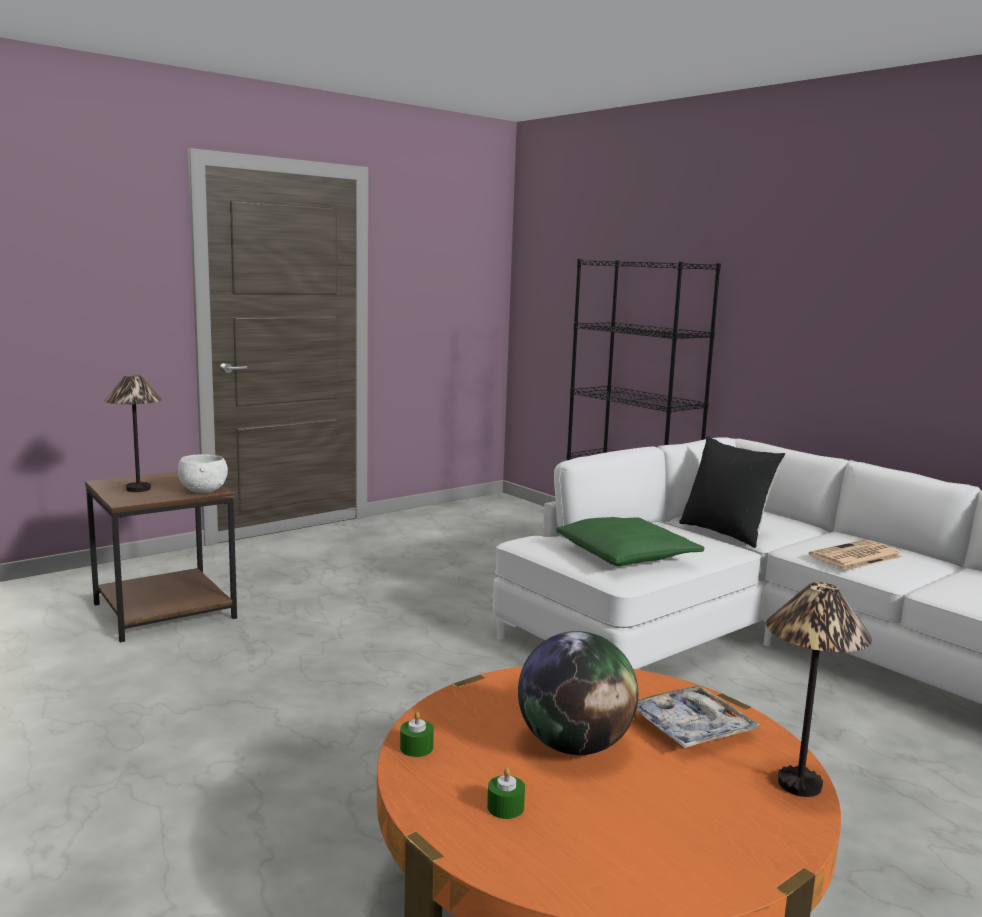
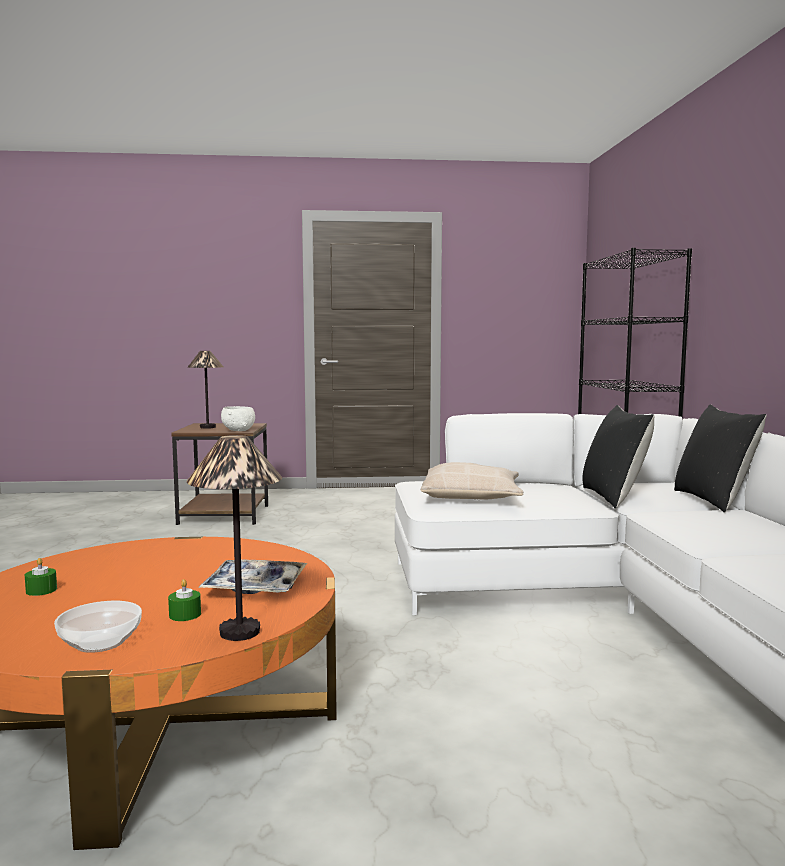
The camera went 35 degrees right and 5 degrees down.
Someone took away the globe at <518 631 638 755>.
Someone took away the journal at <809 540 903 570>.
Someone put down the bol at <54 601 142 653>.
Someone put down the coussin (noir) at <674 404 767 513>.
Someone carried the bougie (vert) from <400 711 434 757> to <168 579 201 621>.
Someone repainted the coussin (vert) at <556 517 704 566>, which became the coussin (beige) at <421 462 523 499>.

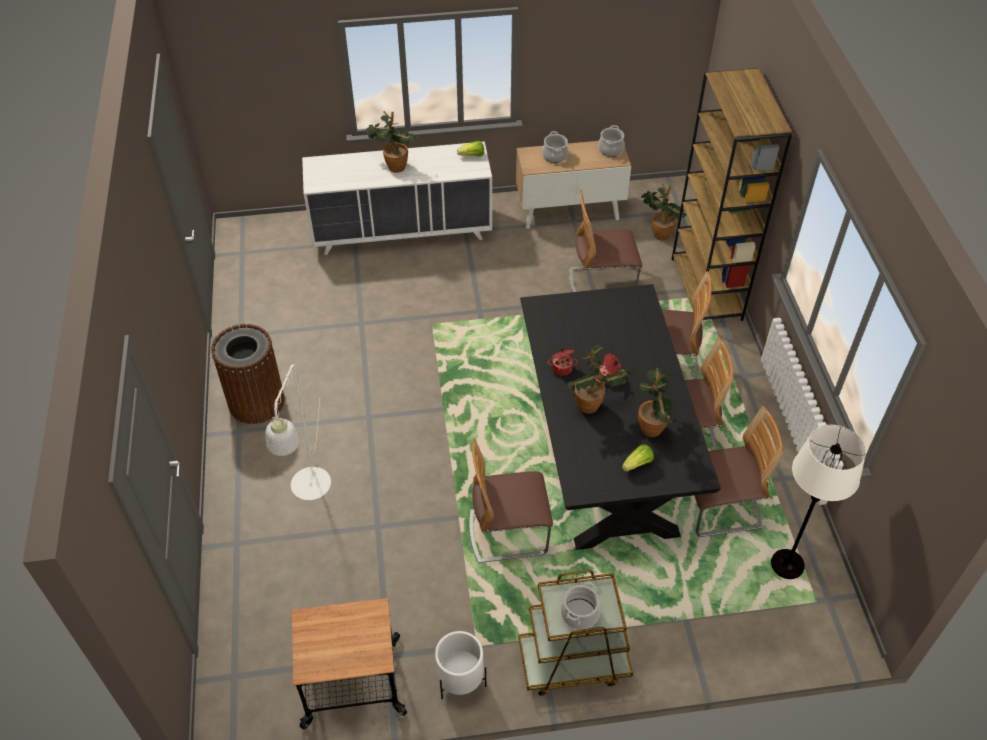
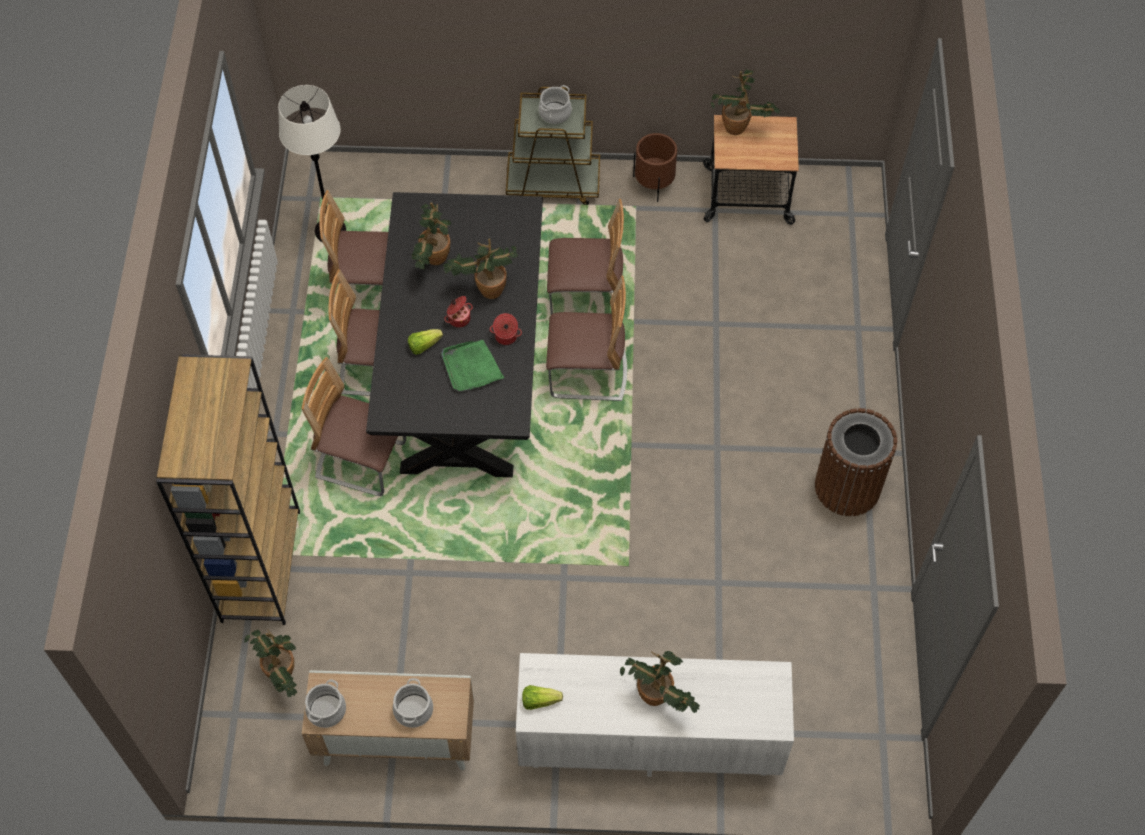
The camera went 170 degrees left and 10 degrees up.
Someone took away the lampadaire (blanc) at <265 364 331 500>.
Someone put down the plateau (vert) at <441 340 504 391>.
Someone put down the plante en pot at <711 69 780 135>.
Someone carried the chaise from <570 190 642 292> to <546 276 627 401>.
Someone carried the laitue from <622 444 654 471> to <408 329 443 355>.
Someone repainted the cache-pot (blanc) at <435 631 486 699>, which became the cache-pot (marron) at <633 133 677 202>.

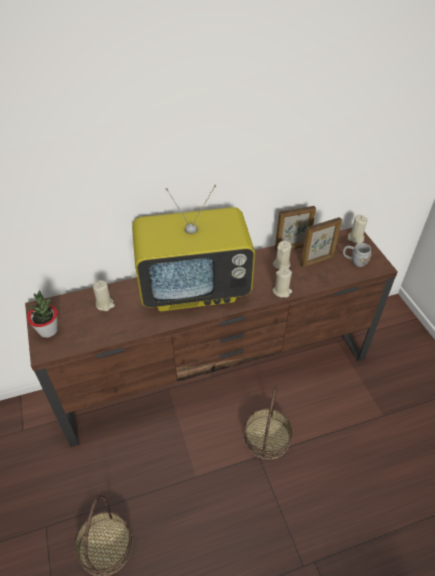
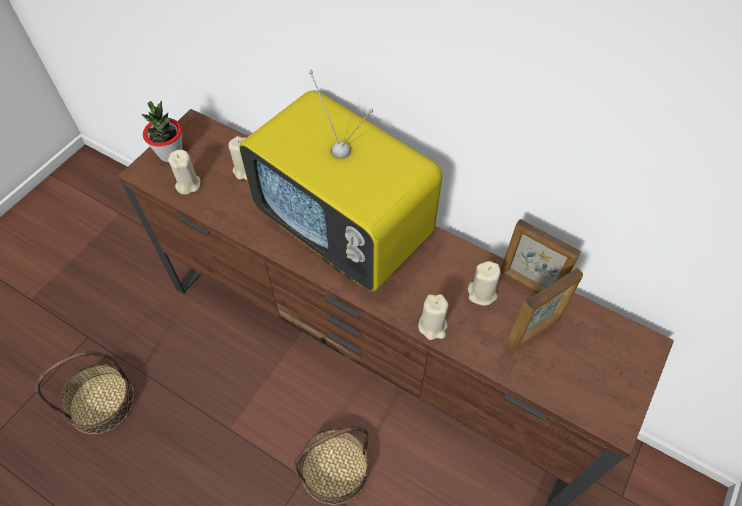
The camera went 50 degrees right and 10 degrees up.
Someone took away the mug (gris) at <343 243 371 267>.
Someone carried the bougie (beige) from <348 215 368 243> to <168 150 201 195>.
Someone rotated the cadre photo at <300 217 342 268> by 60 degrees counterclockwise.

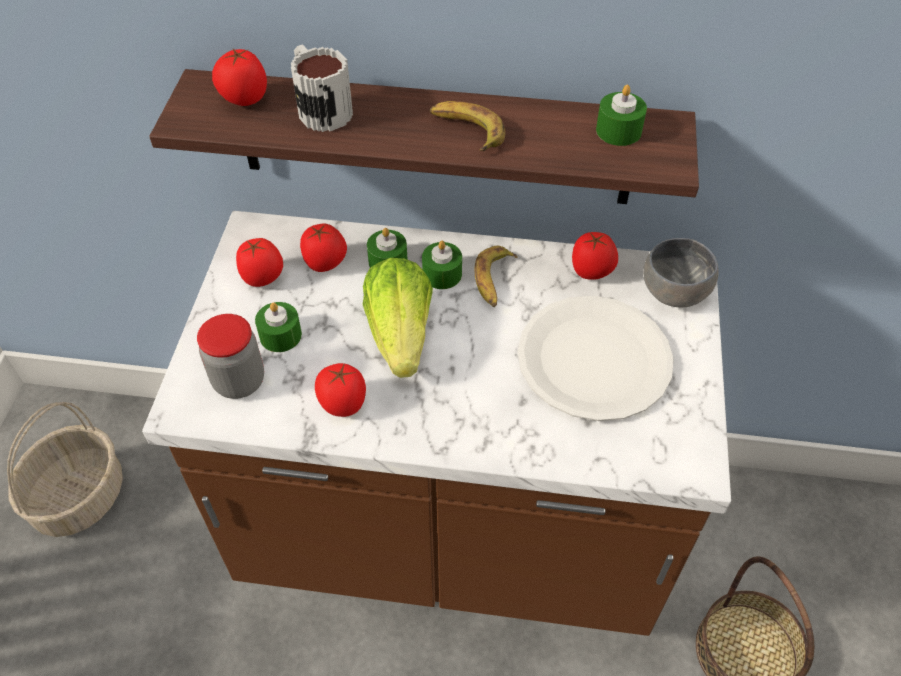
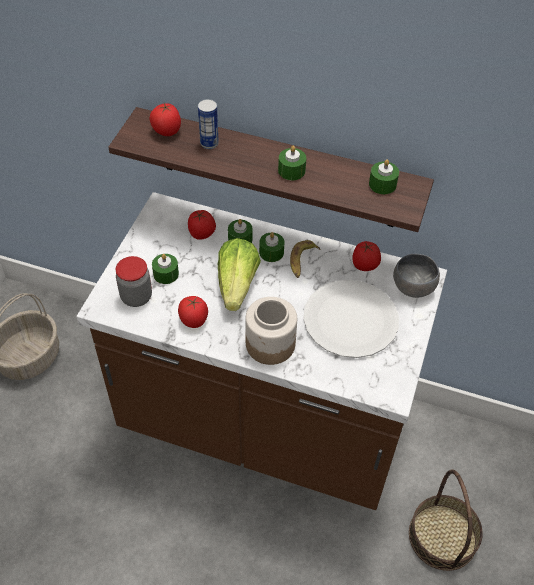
The camera went 10 degrees right and 0 degrees up.
Someone took away the tomate at <236 238 283 287>.
Someone put down the bocal at <245 297 297 365>.
Someone swapped the mug at <291 44 353 132> for the boîte métallique at <198 99 219 149>.
Someone swapped the banane at <430 101 506 151> for the bougie (vert) at <278 146 306 180>.

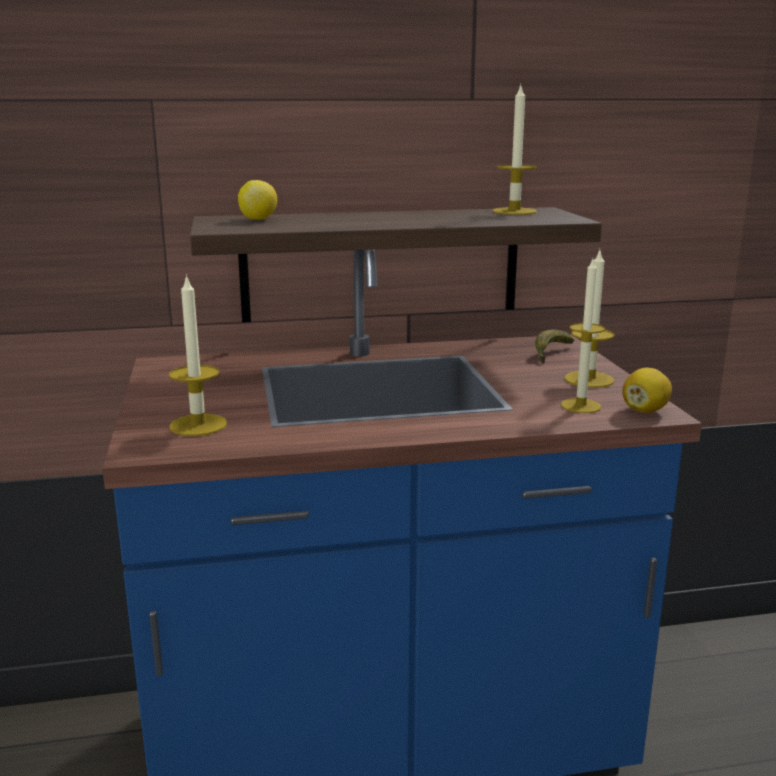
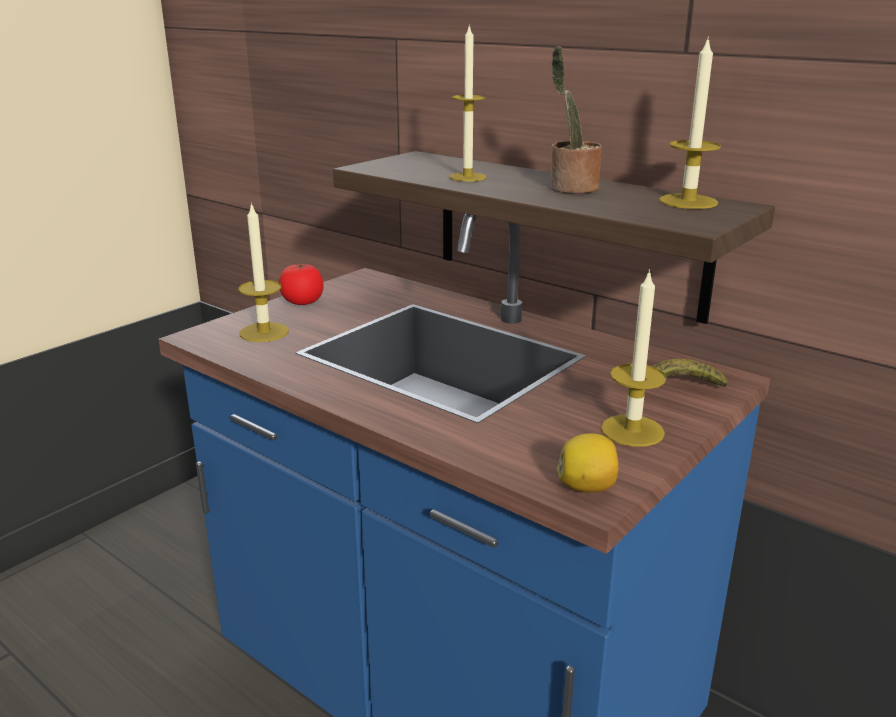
The camera went 50 degrees right and 5 degrees up.
Someone took away the citron at <238 180 277 220>.
Someone put down the tomate at <279 264 324 305>.
Someone put down the plante en pot at <550 46 602 194>.
Someone carried the bougie from <561 259 605 413> to <449 24 487 181>.

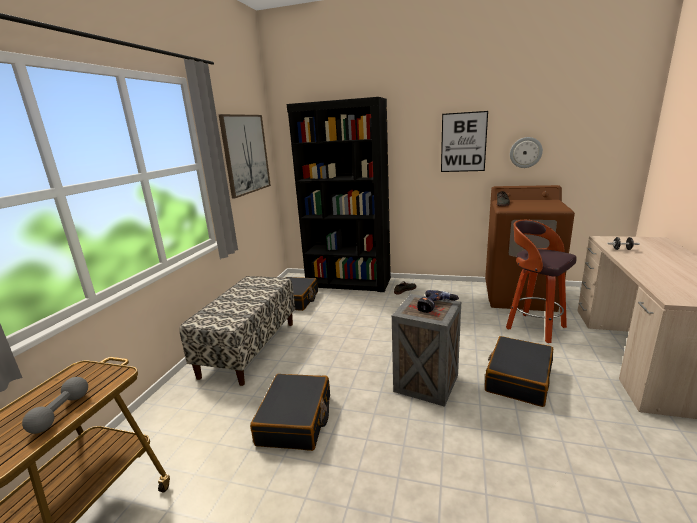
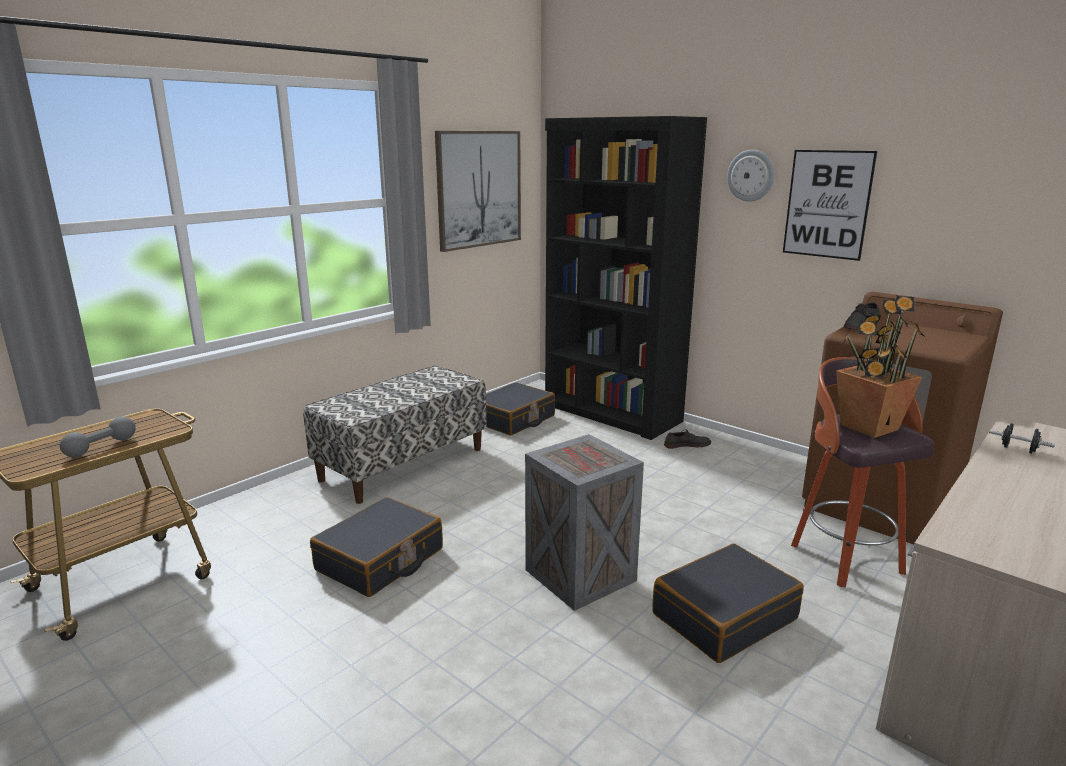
The camera went 25 degrees right and 0 degrees up.
Someone took away the perceuse at <417 290 459 313>.
Someone put down the plante en pot at <836 295 924 438>.
Someone carried the horloge murale from <510 137 543 168> to <727 150 775 202>.

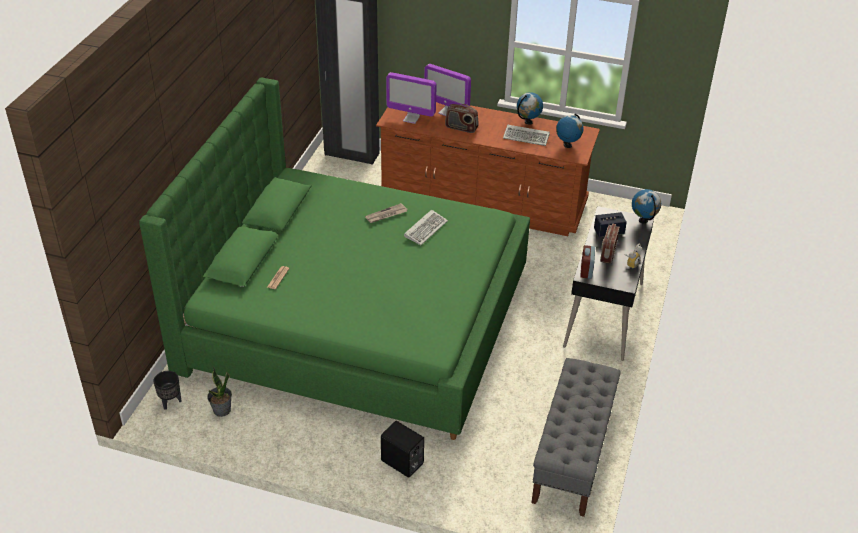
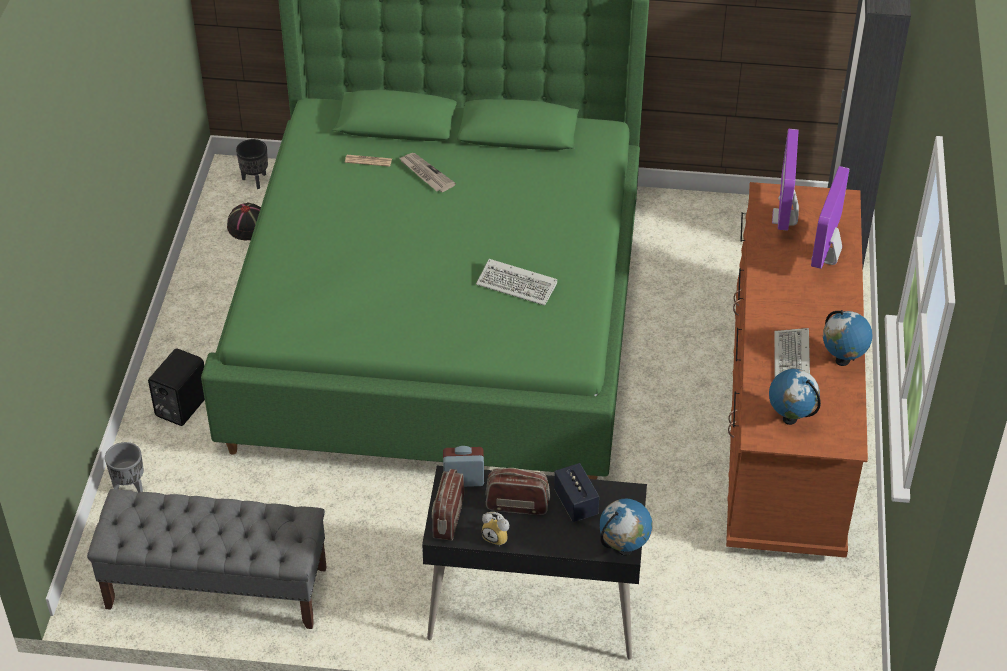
The camera went 80 degrees right and 5 degrees up.
Someone put down the cache-pot (gris) at <105 442 144 493>.
Someone carried the journal from <365 203 408 223> to <399 153 456 192>.
Someone carried the radio from <445 104 478 133> to <432 469 464 541>.
Someone swapped the plante en pot at <207 368 232 417> for the chapeau (noir) at <227 203 261 240>.

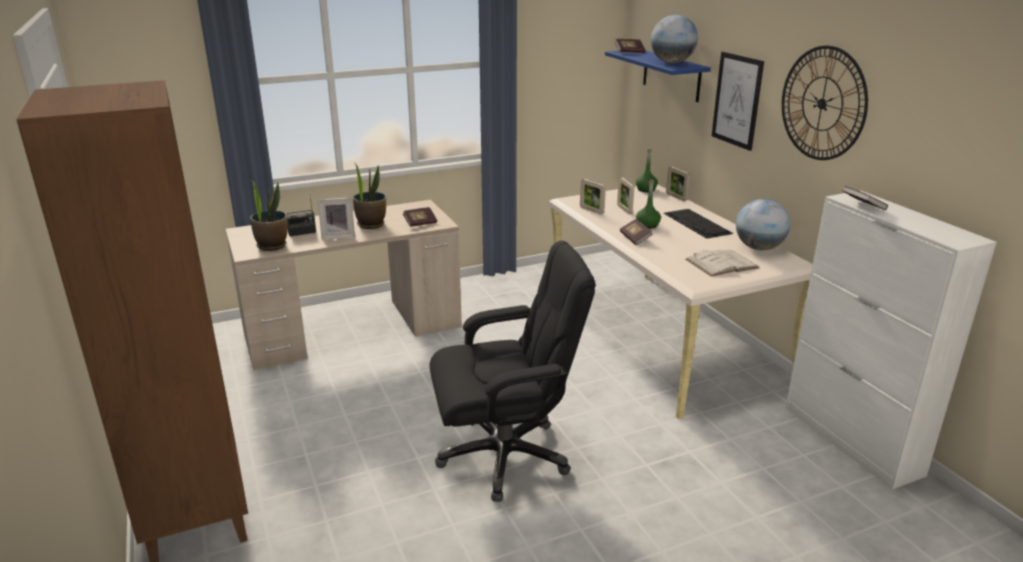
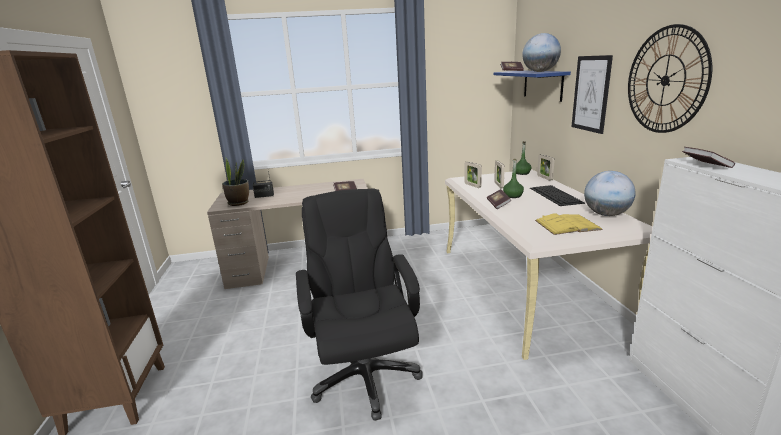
The camera went 15 degrees right and 5 degrees down.
Someone took away the cadre photo at <318 197 355 240>.
Someone took away the plante en pot at <353 165 386 229>.
Someone repainted the livre (blanc) at <686 250 760 277>, which became the livre (jaune) at <535 213 603 235>.
Someone rotated the chaise de bureau (noir) at <429 241 596 502> by 105 degrees counterclockwise.

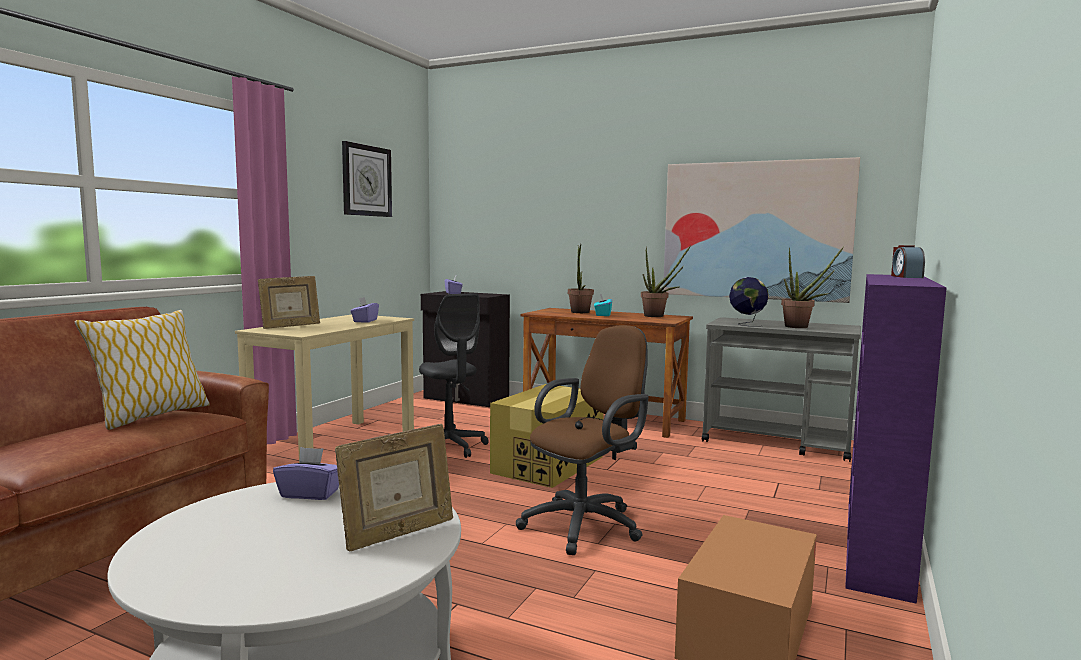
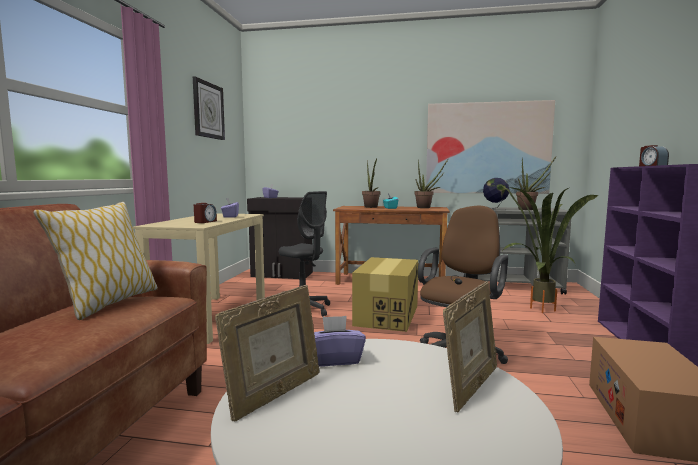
The camera went 15 degrees left and 0 degrees up.
Someone put down the réveil at <194 203 217 223>.
Someone put down the plante en pot at <499 183 598 313>.
Someone carried the cadre photo from <258 276 320 329> to <215 285 320 422>.

